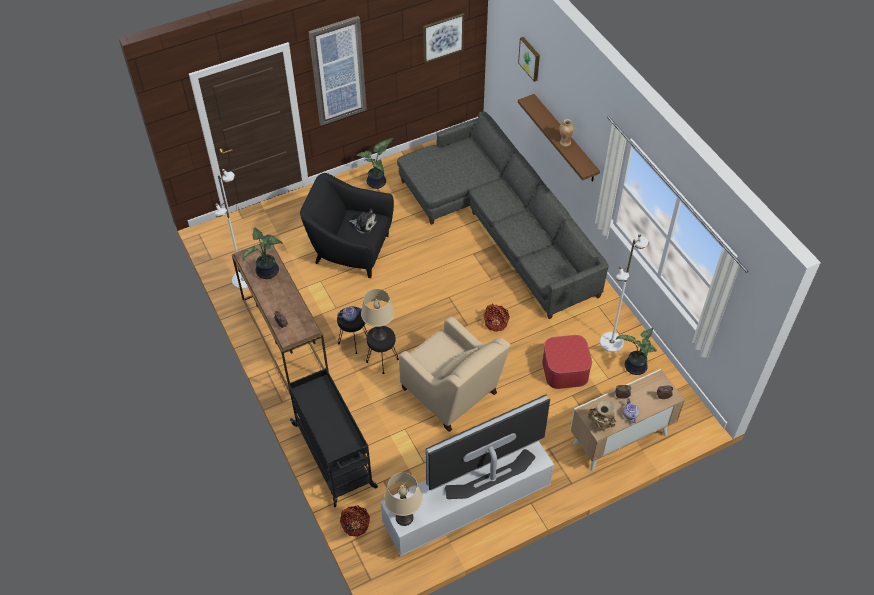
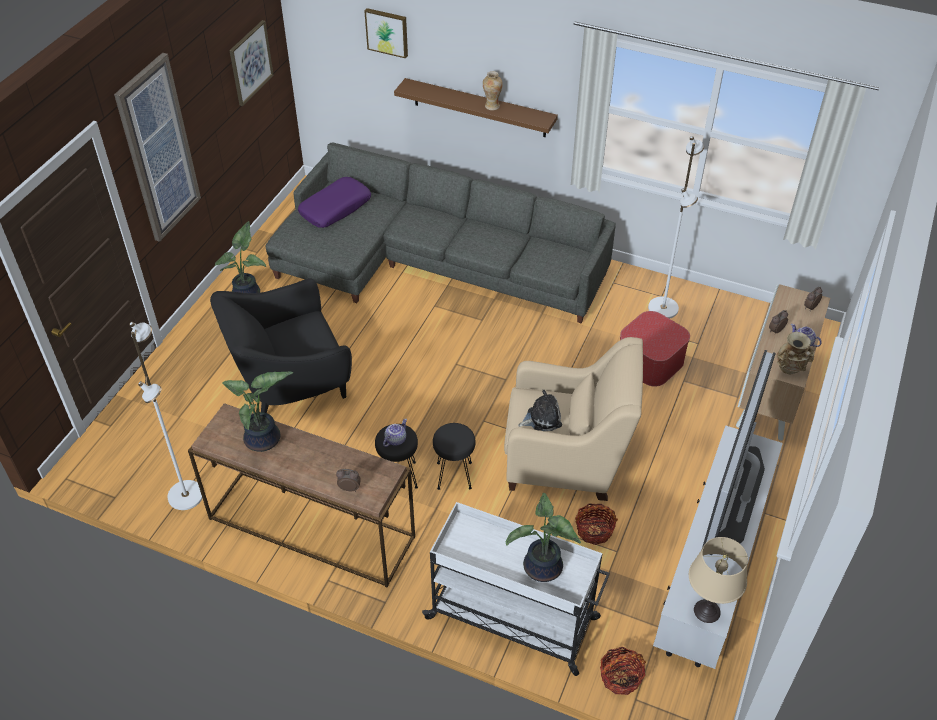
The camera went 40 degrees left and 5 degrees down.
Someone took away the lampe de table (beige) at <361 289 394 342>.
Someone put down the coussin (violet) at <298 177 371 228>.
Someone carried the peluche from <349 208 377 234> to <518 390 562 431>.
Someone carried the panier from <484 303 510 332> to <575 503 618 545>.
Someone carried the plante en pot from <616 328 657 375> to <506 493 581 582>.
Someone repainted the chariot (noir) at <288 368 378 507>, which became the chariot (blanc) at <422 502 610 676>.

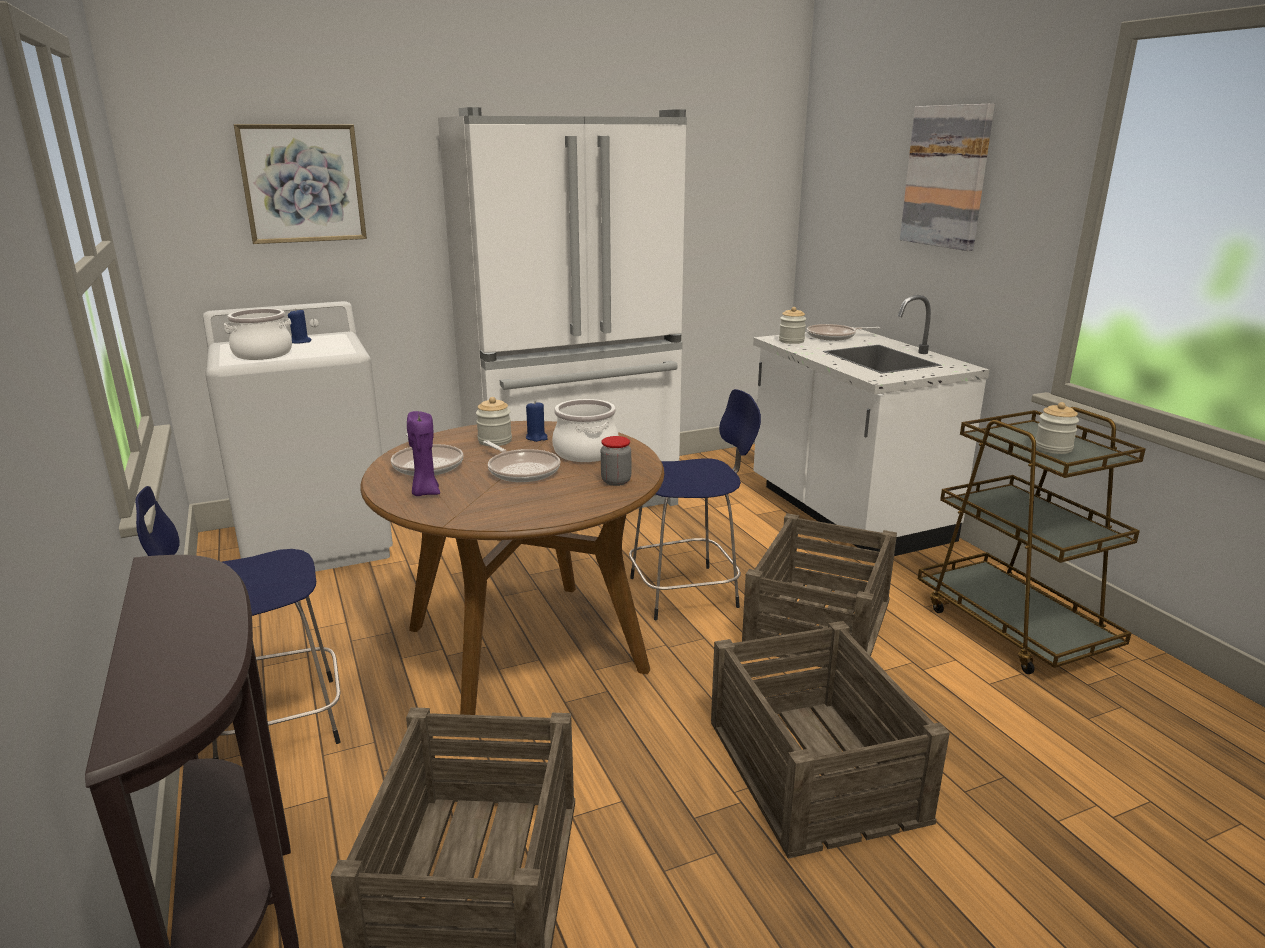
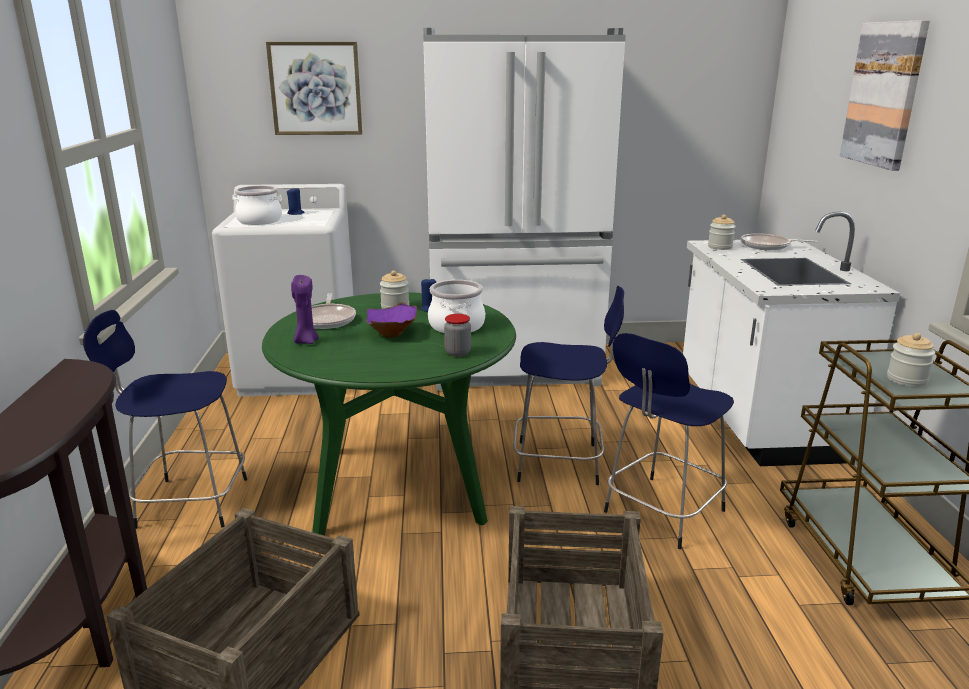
The camera went 20 degrees right and 0 degrees up.
Someone swapped the poêle at <483 440 560 482> for the bol (violet) at <366 302 417 337>.
Someone swapped the caisse at <742 513 897 668> for the tabouret (bleu) at <604 333 734 549>.
Someone repainted the table à manger (marron) at <360 421 664 715>, which became the table à manger (vert) at <262 293 516 535>.

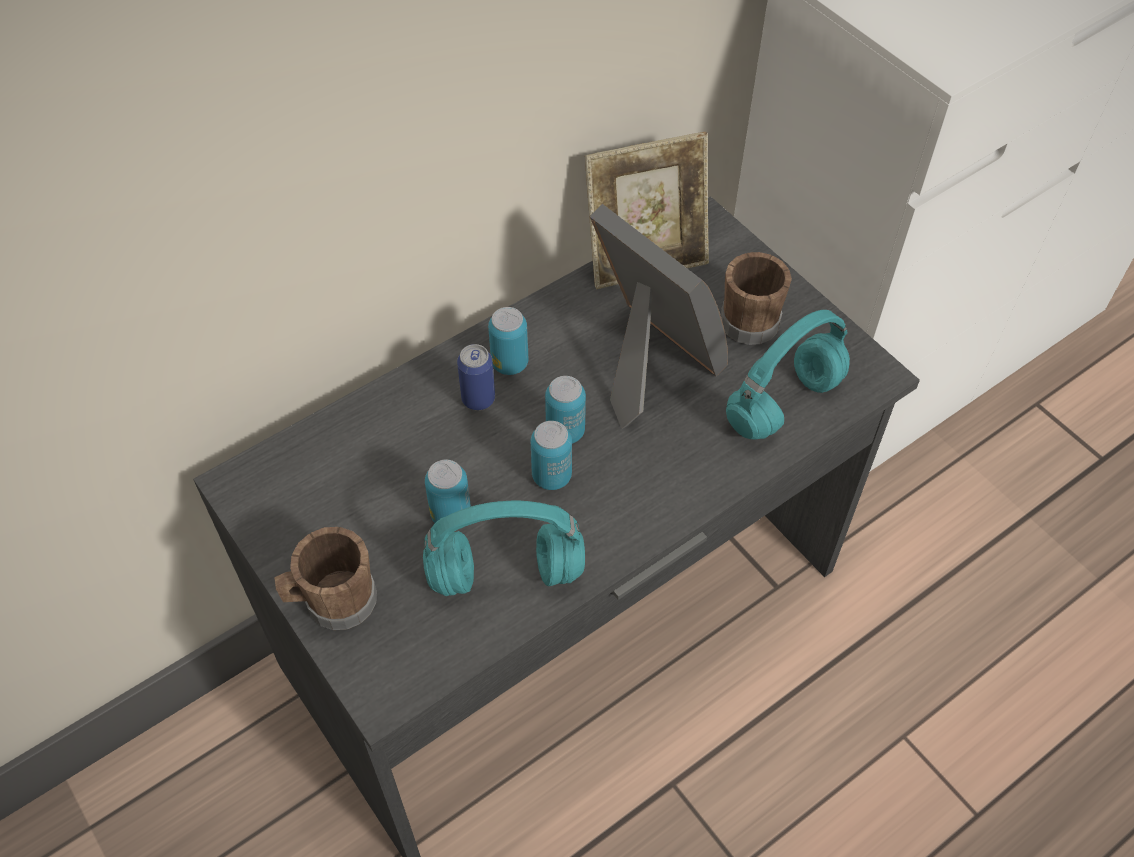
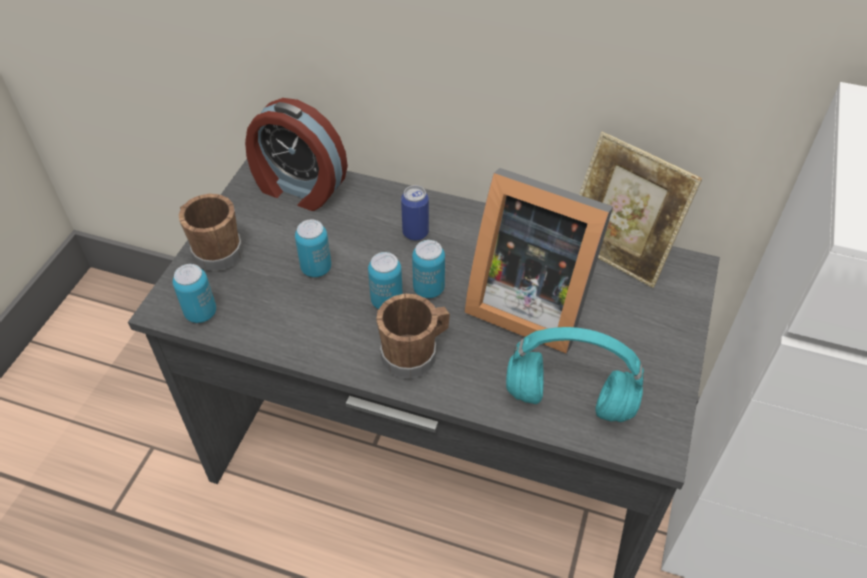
The camera went 55 degrees right and 5 degrees down.
Someone took away the casque audio (turquoise) at <423 501 585 596>.
Someone put down the réveil at <245 98 348 211>.
Someone carried the boîte métallique from <488 307 528 375> to <173 264 216 323>.
Someone carried the mug (marron) from <720 252 792 345> to <376 294 450 379>.
Someone rotated the cadre photo at <589 204 728 429> by 105 degrees clockwise.

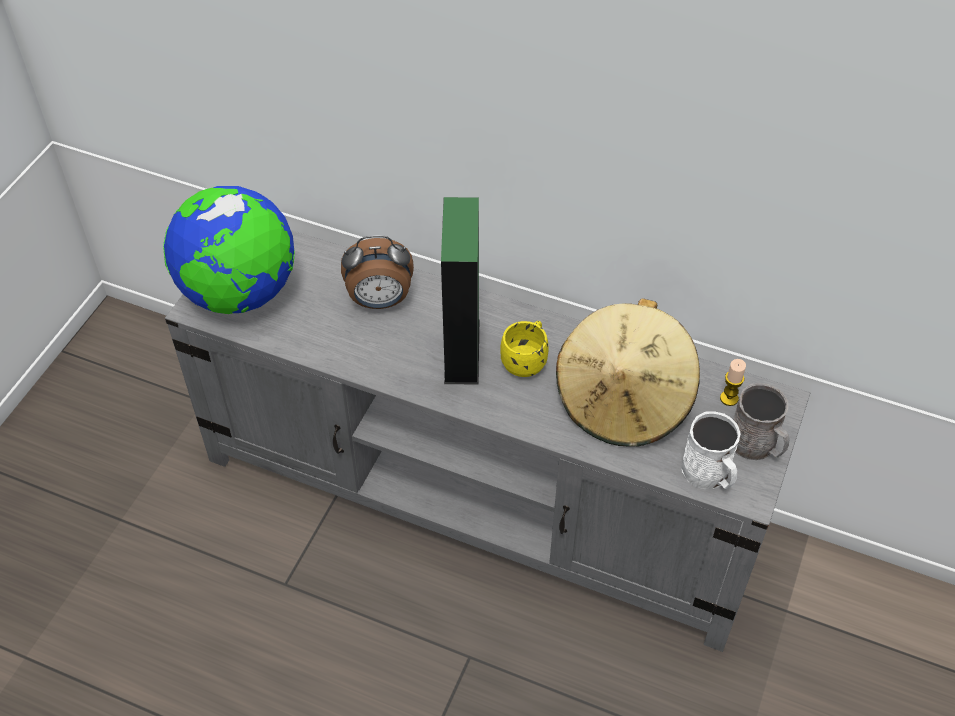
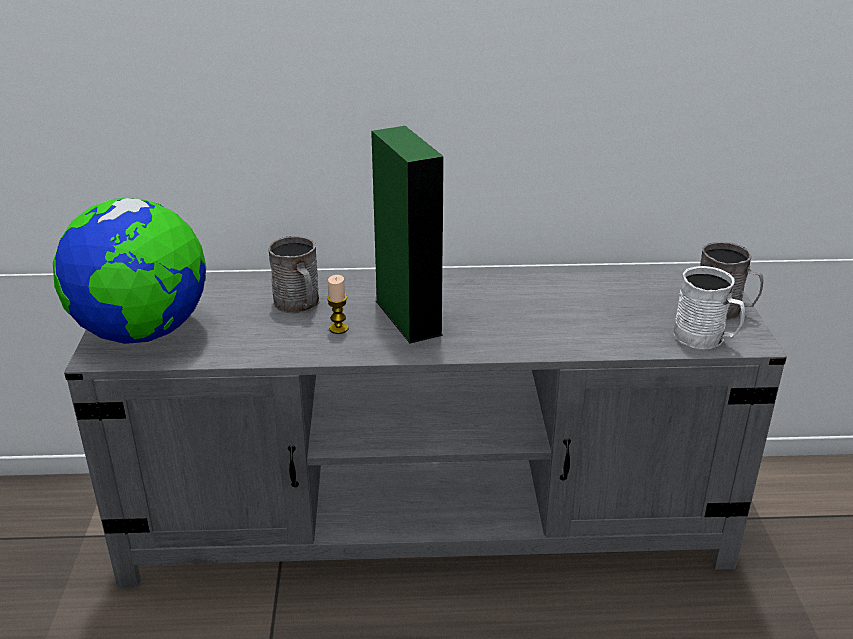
The camera went 25 degrees left and 20 degrees down.
Someone took away the mug (jaune) at <500 321 549 377>.
Someone took away the chapeau (beige) at <556 298 700 447>.
Someone carried the bougie from <720 359 746 406> to <327 275 349 334>.
Someone swapped the réveil at <341 235 414 309> for the mug (gris) at <268 236 320 313>.

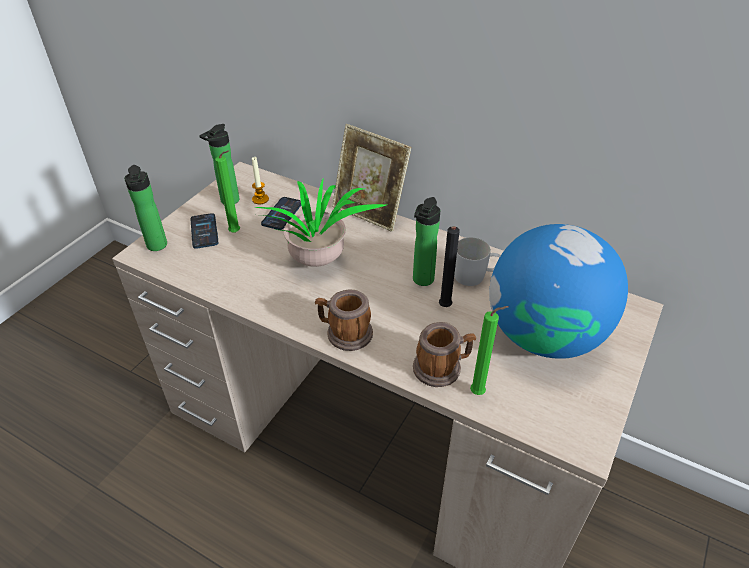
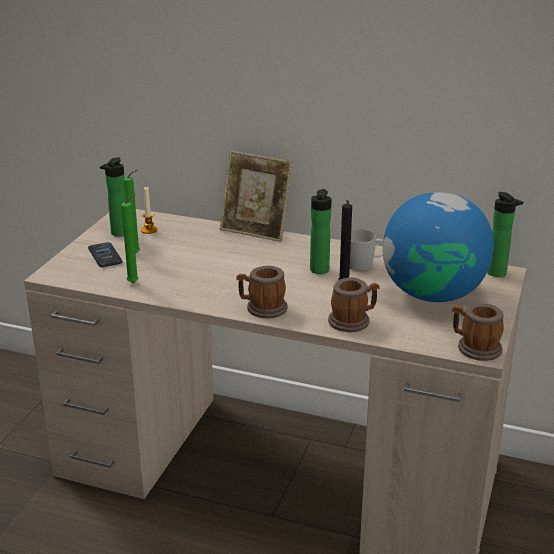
The camera went 10 degrees left and 15 degrees down.
Someone took away the plante en pot at <255 177 386 267>.
Someone took away the téléphone at <261 197 301 230>.
Someone put down the mug at <452 303 504 361>.
Someone carried the bouteille from <124 165 167 251> to <487 192 523 277>.
Someone carried the bougie (vert) from <470 306 509 395> to <121 194 139 283>.

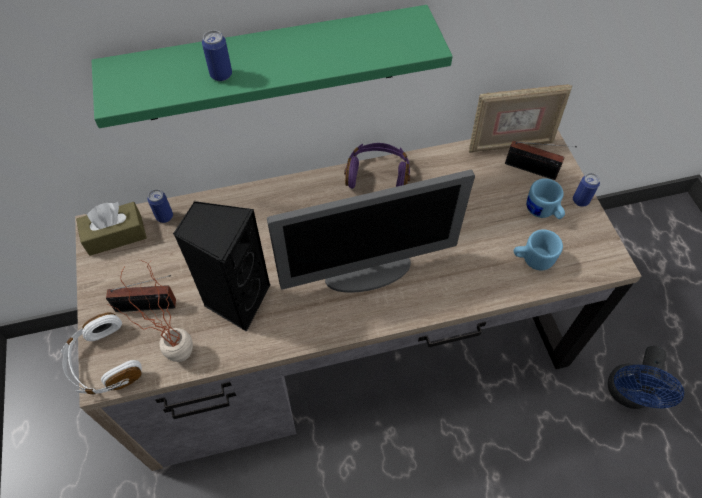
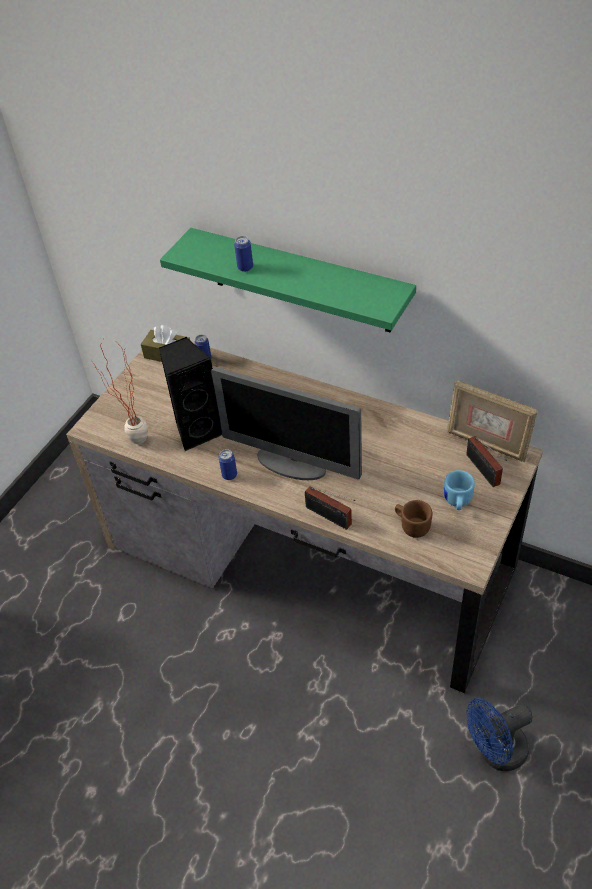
The camera went 45 degrees right and 10 degrees down.
Someone took away the casque audio (blanc) at <61 313 142 394>.
Someone took away the casque audio (violet) at <344 143 410 189>.
Someone carried the radio from <106 275 176 312> to <305 486 355 530>.
Someone carried the boîte métallique from <573 173 600 207> to <219 449 237 480>.
Someone repainted the mug (bleu) at <514 229 563 270>, which became the mug (marron) at <395 500 433 538>.

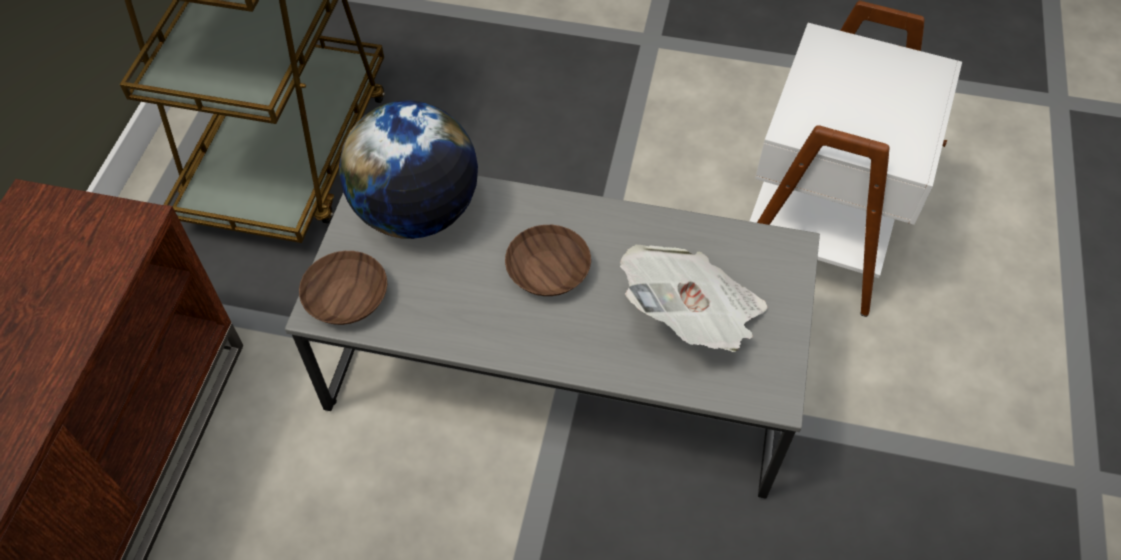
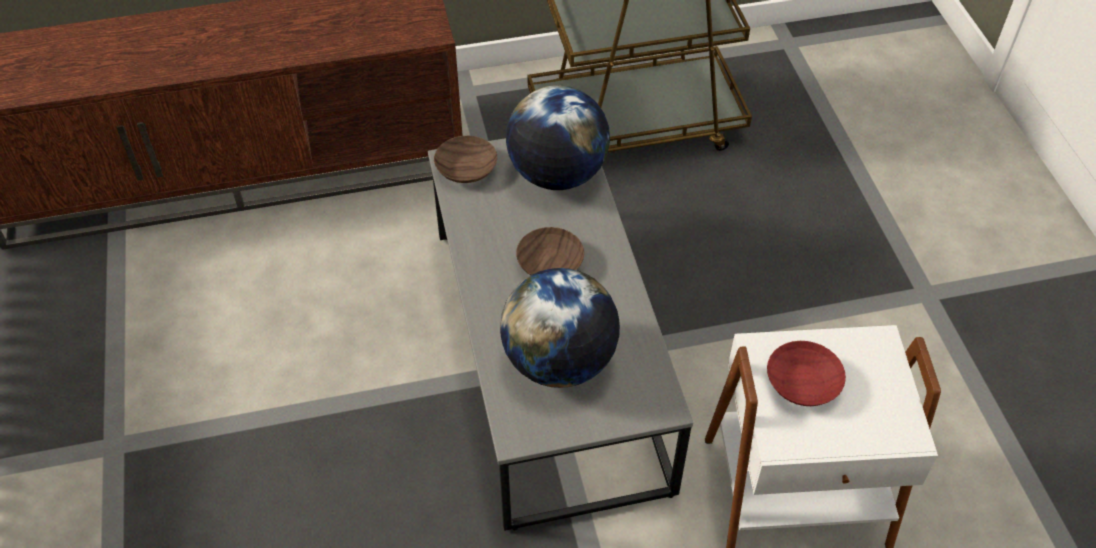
The camera went 65 degrees right and 5 degrees down.
Someone put down the bol (rouge) at <767 341 846 406>.
Someone swapped the journal at <620 245 768 352> for the globe at <500 268 620 388>.

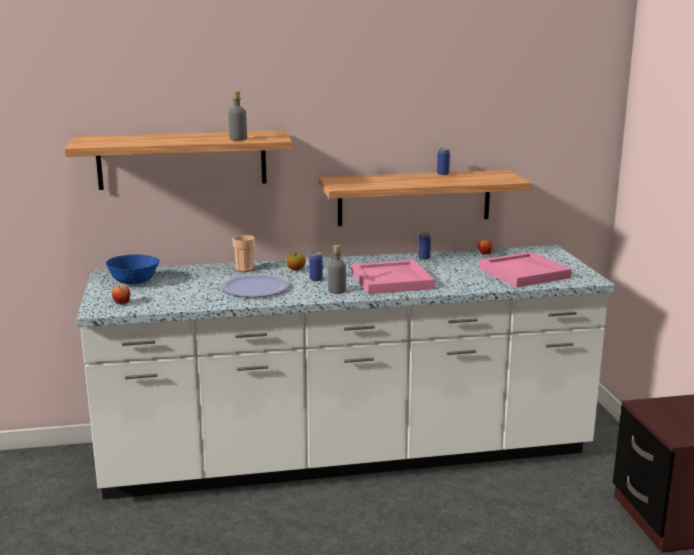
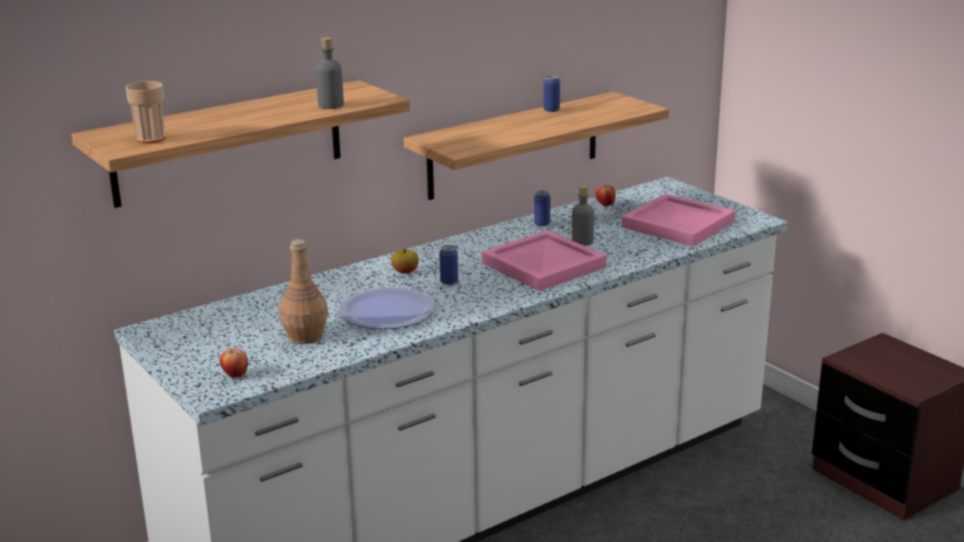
The camera went 25 degrees left and 5 degrees up.
Someone took away the bol (bleu) at <106 255 159 284>.
Someone put down the bouteille (marron) at <279 239 328 344>.
Someone carried the tasse from <232 235 254 272> to <125 81 165 144>.
Someone carried the bouteille (gris) from <328 245 346 294> to <572 185 594 246>.

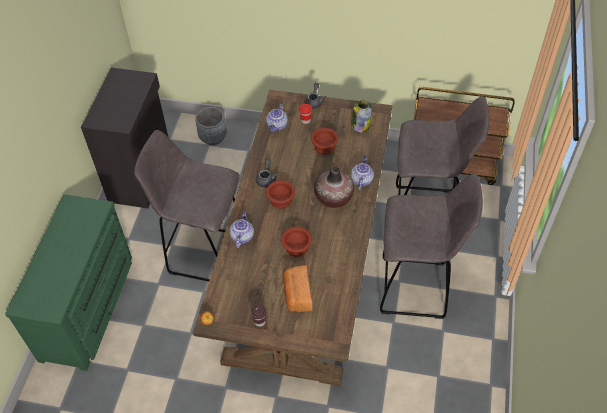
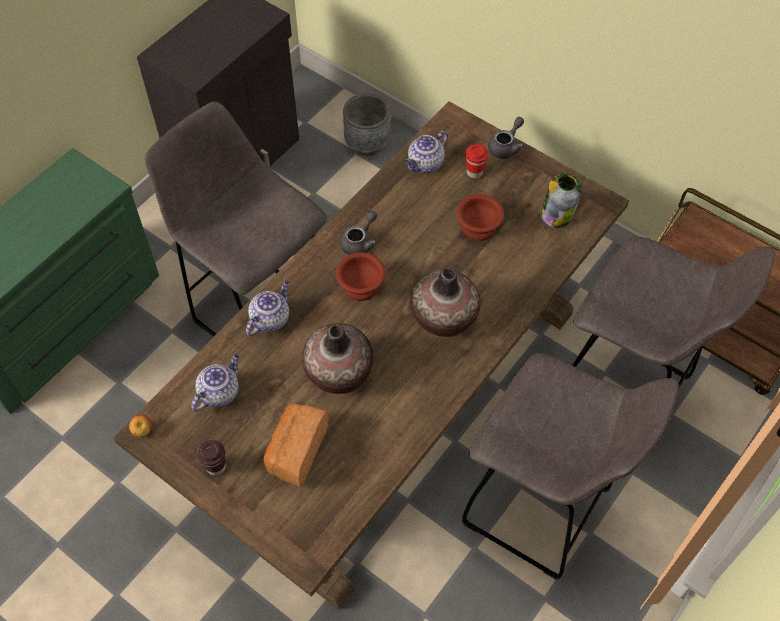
The camera went 25 degrees right and 5 degrees up.
Someone carried the théière from <351 156 374 190> to <191 354 240 412>.
Someone swapped the bol (marron) at <281 227 312 257> for the vase at <302 323 373 394>.

